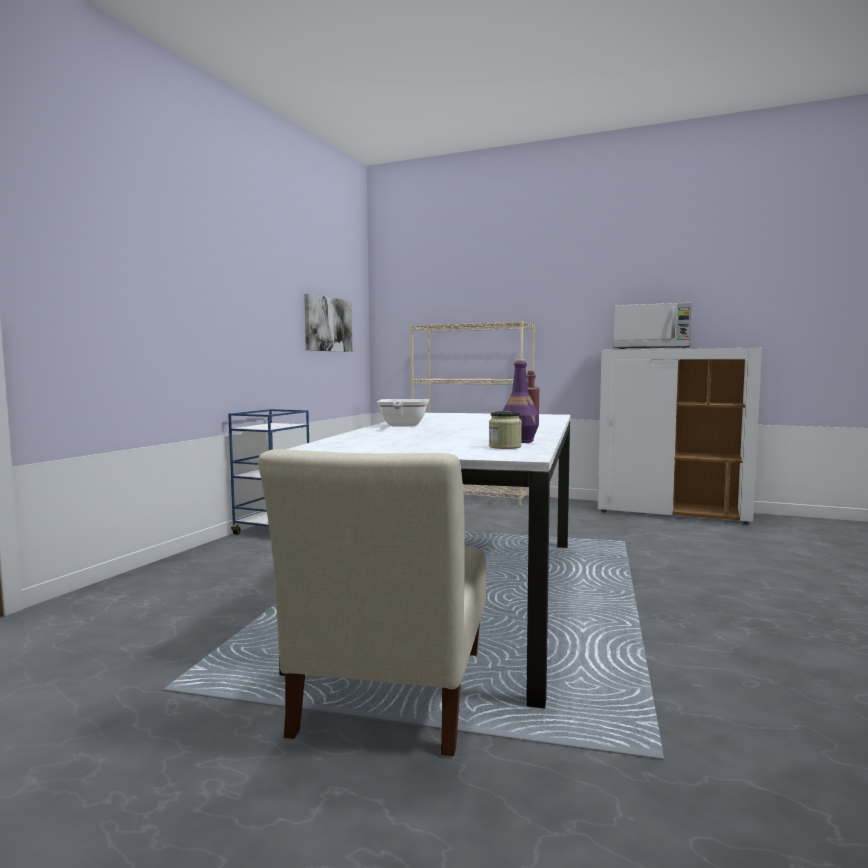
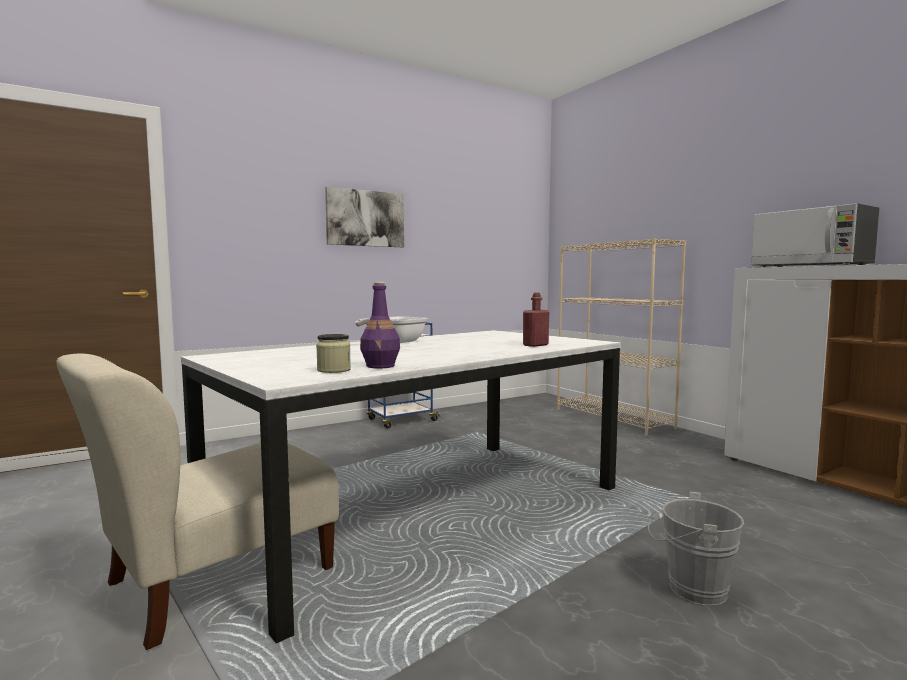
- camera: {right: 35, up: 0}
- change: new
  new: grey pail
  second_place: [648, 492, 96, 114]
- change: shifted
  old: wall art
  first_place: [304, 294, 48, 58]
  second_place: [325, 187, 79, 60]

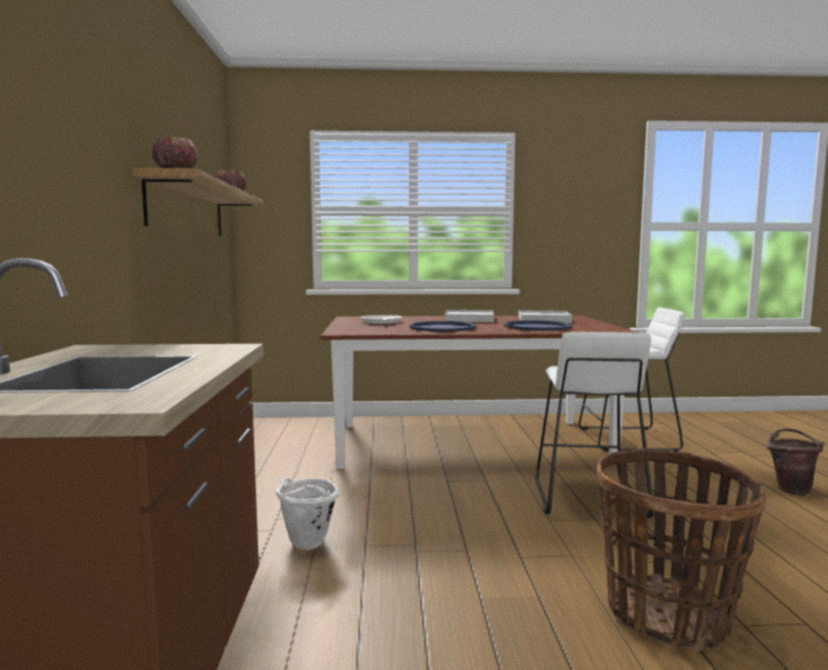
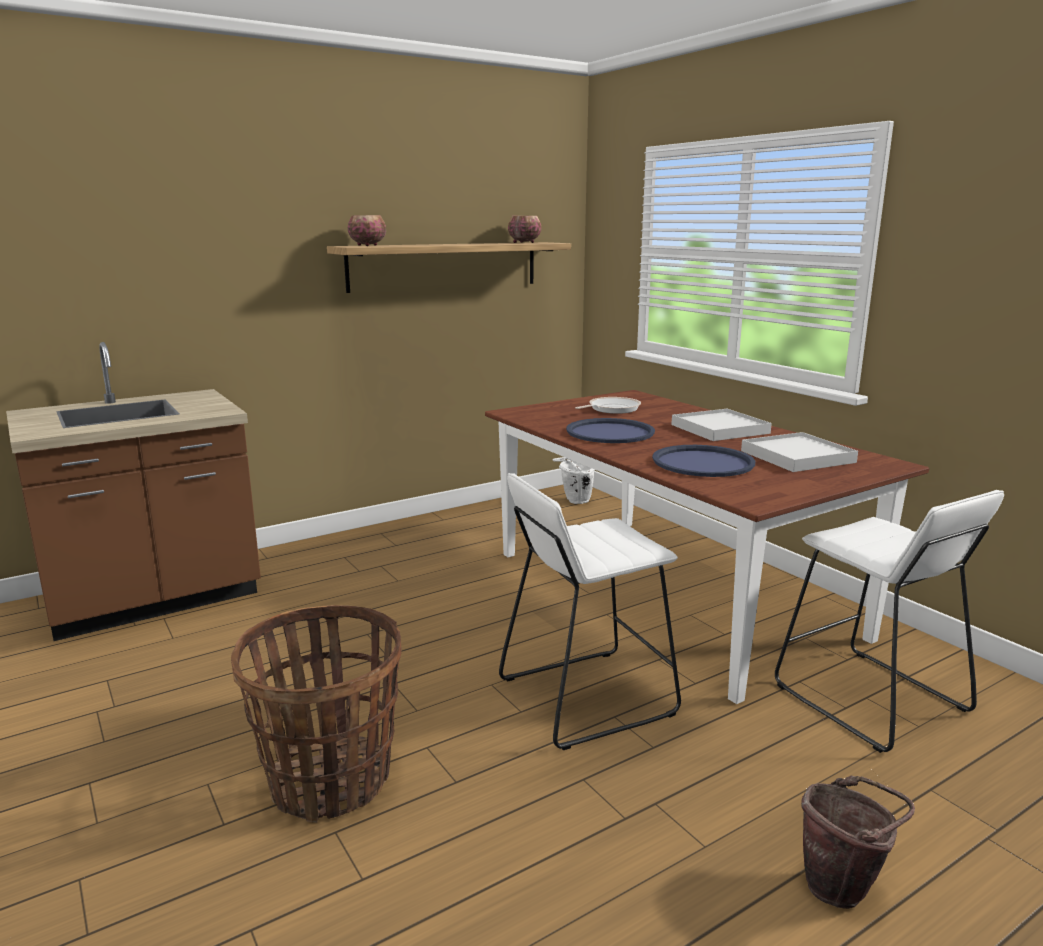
- camera: {right: 60, up: 10}
- change: shifted
  old: whitish pail
  first_place: [275, 478, 65, 72]
  second_place: [552, 457, 43, 47]

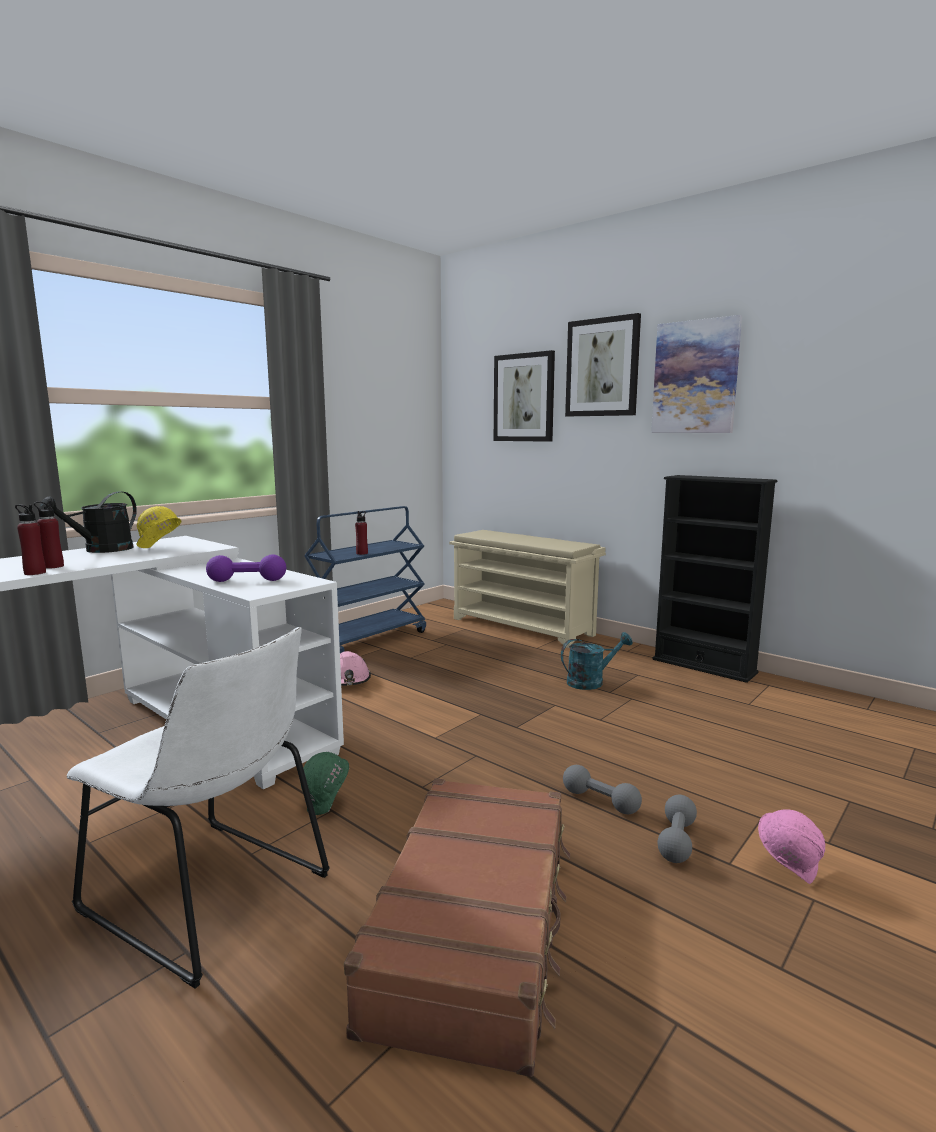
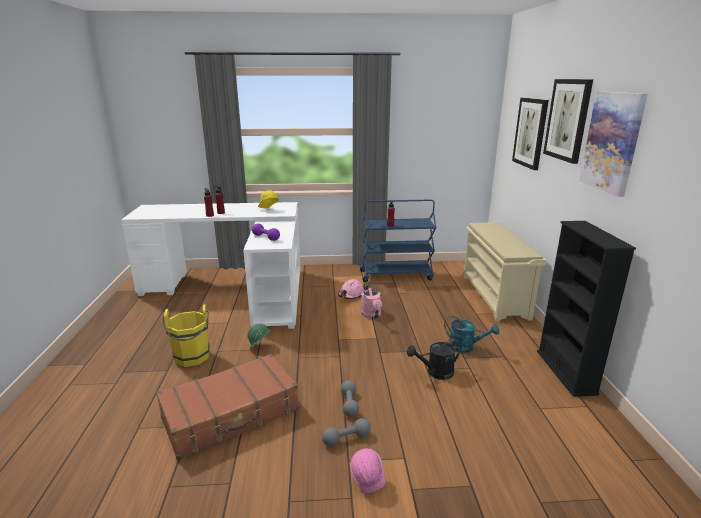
- camera: {right: 45, up: 10}
- change: new
  new: pink-coloured watering pot
  second_place: [361, 284, 21, 35]
- change: shifted
  old: blackish watering pot
  first_place: [39, 491, 98, 62]
  second_place: [407, 339, 54, 41]
- change: swapped
  old: whitish chair
  new: yellow-coloured pail
  first_place: [67, 627, 263, 362]
  second_place: [163, 305, 46, 62]

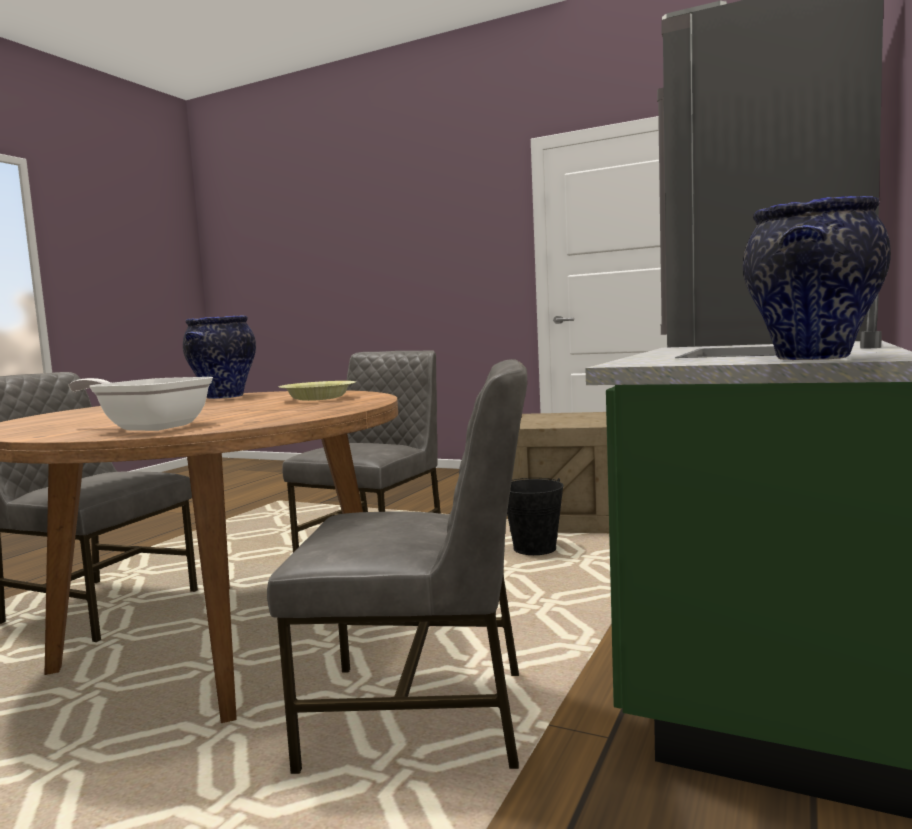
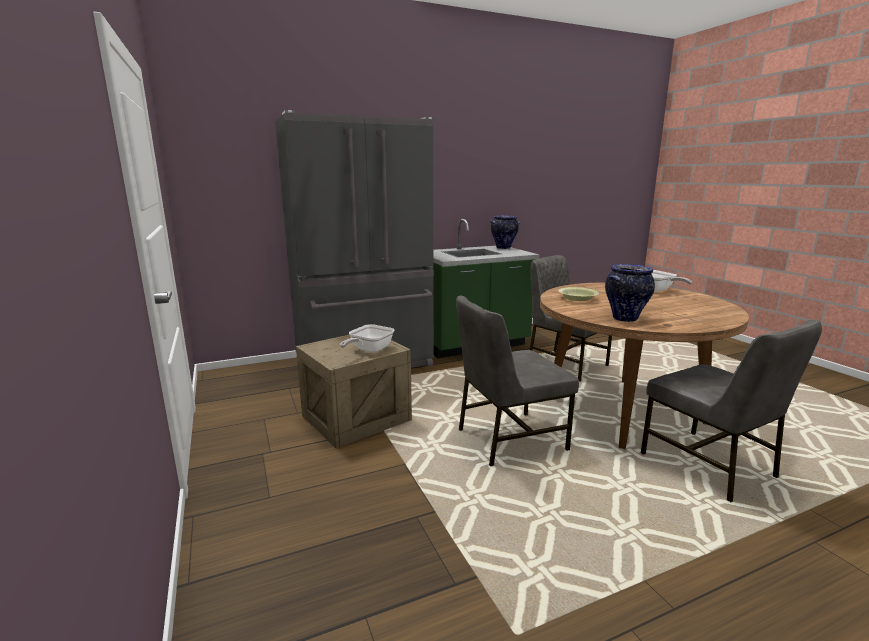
- camera: {right: -140, up: 10}
- change: gone
  old: blackish pail
  first_place: [507, 478, 57, 77]
- change: new
  new: frying pan
  second_place: [340, 324, 55, 29]

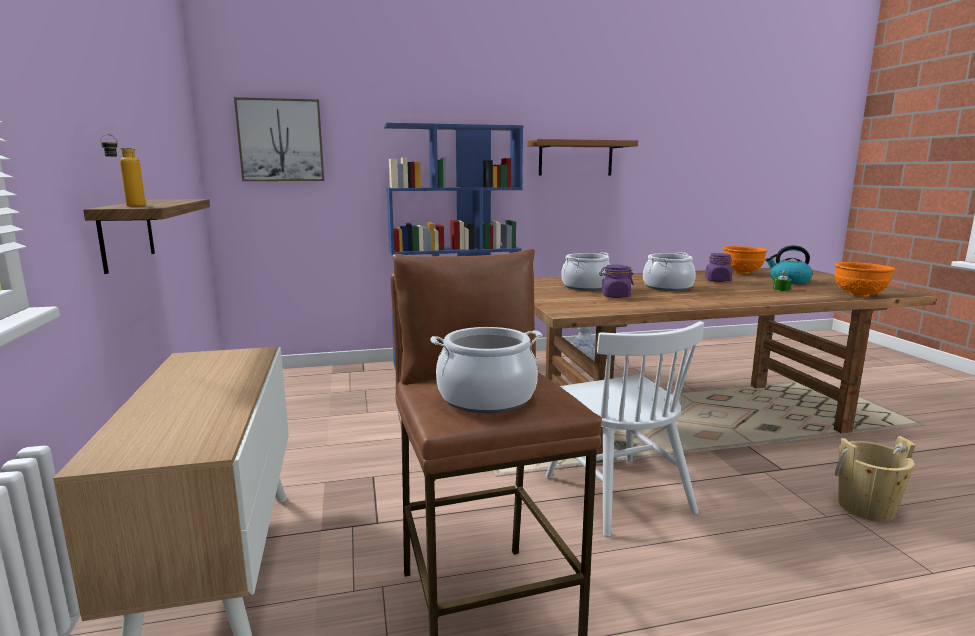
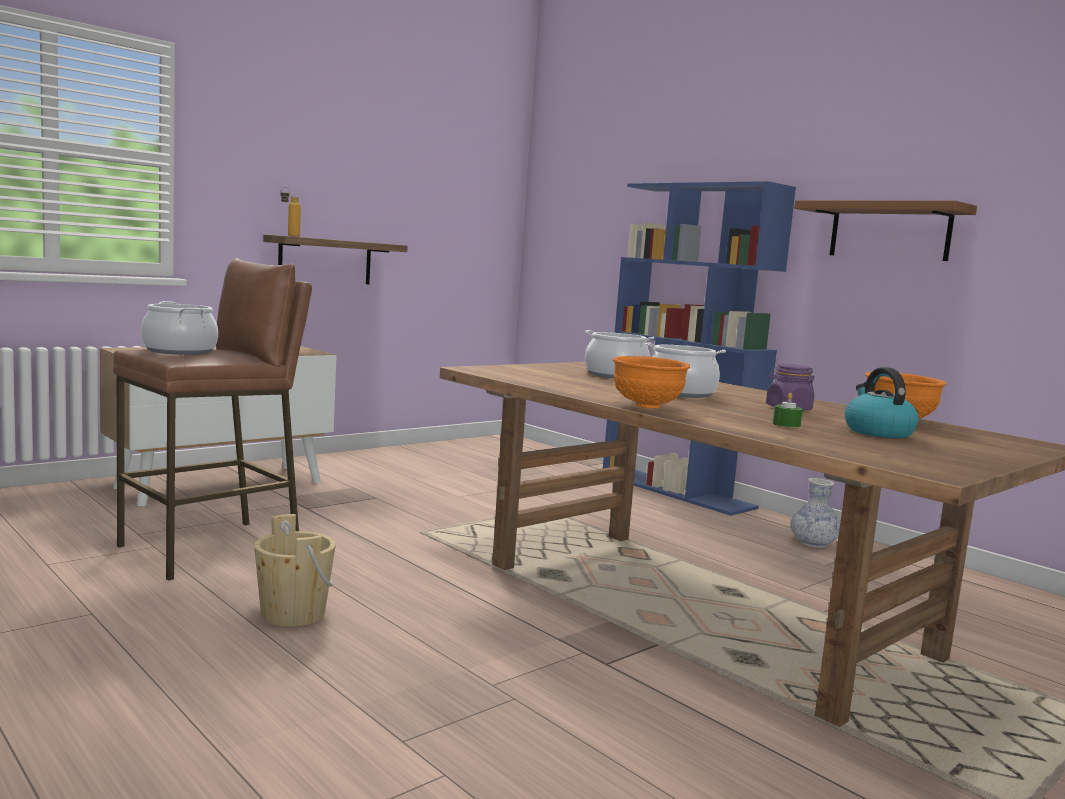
- camera: {right: 60, up: -5}
- change: gone
  old: wall art
  first_place: [234, 97, 90, 84]
- change: gone
  old: whitish chair
  first_place: [546, 321, 158, 216]
- change: gone
  old: purple-coloured storage jar
  first_place: [599, 265, 35, 33]
- change: shifted
  old: orangey bowl
  first_place: [835, 262, 60, 35]
  second_place: [613, 356, 77, 52]
- change: shifted
  old: sand-coloured pail
  first_place: [835, 436, 81, 86]
  second_place: [254, 514, 82, 113]

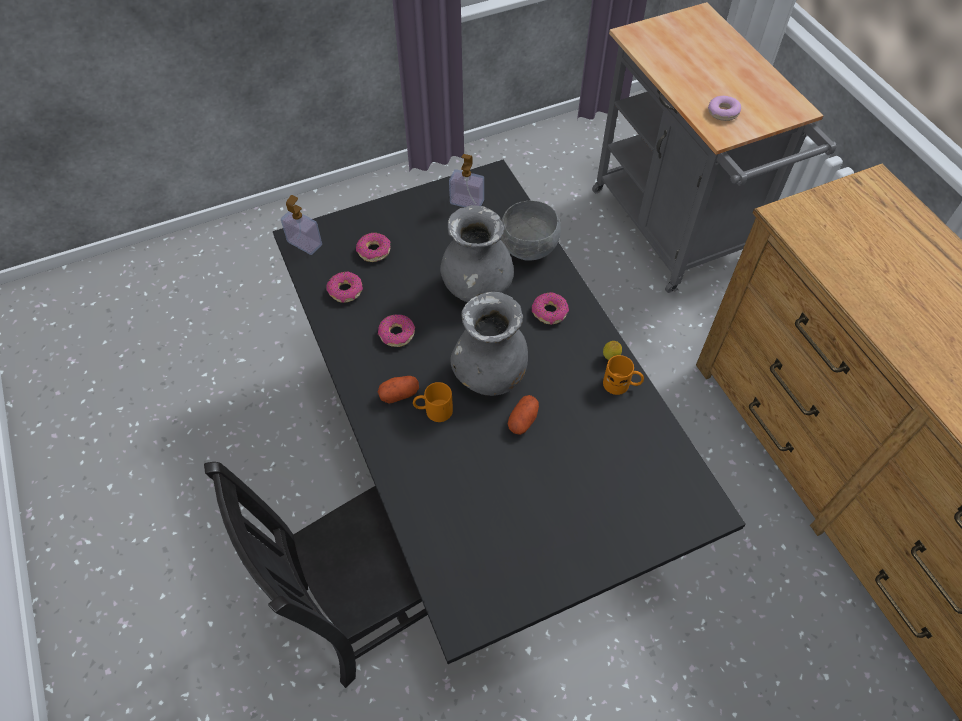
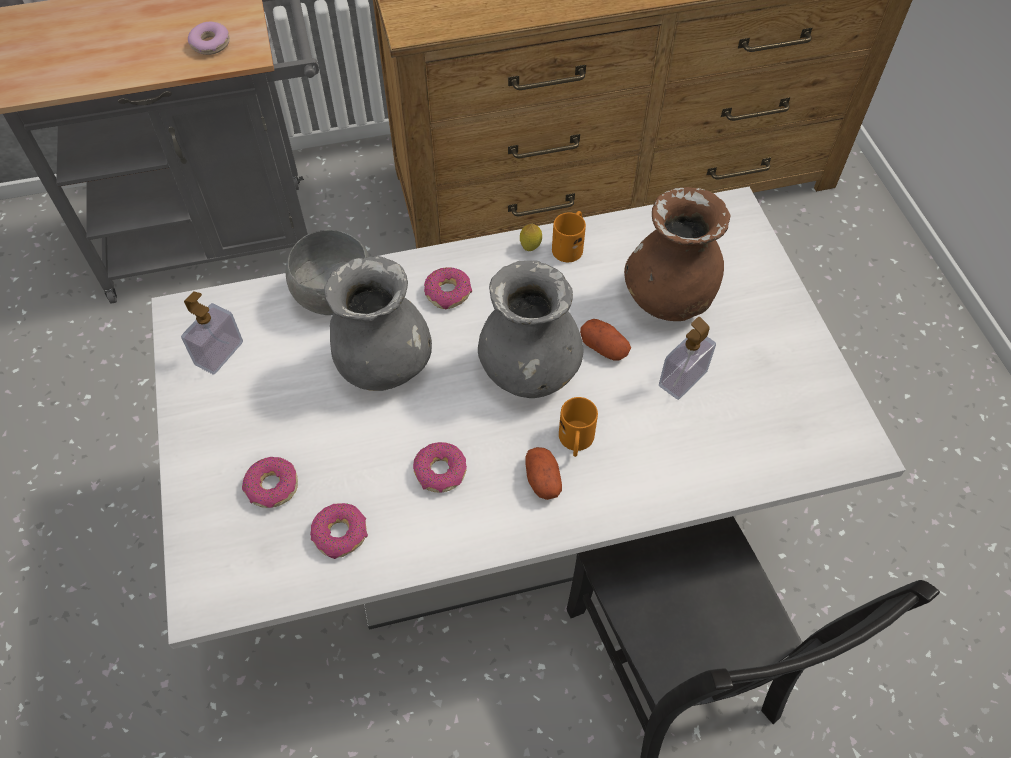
- camera: {right: -80, up: 0}
- change: new
  new: brownish vase
  second_place: [624, 187, 106, 134]
- change: shifted
  old: soap dispenser
  first_place: [281, 195, 41, 60]
  second_place: [659, 317, 57, 83]
- change: repainted
  old: blackish dinner table
  new: whitish dinner table
  first_place: [273, 160, 473, 504]
  second_place: [151, 187, 755, 462]

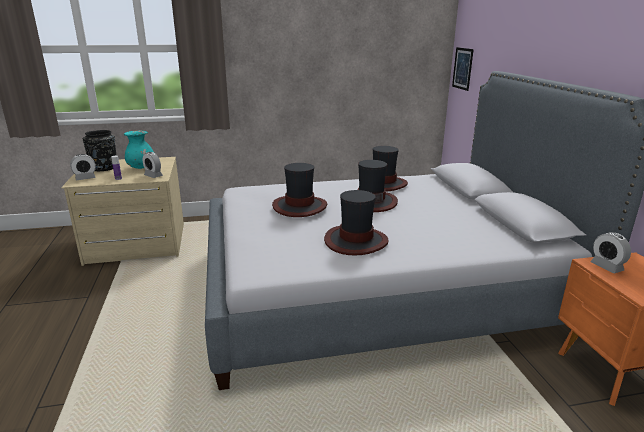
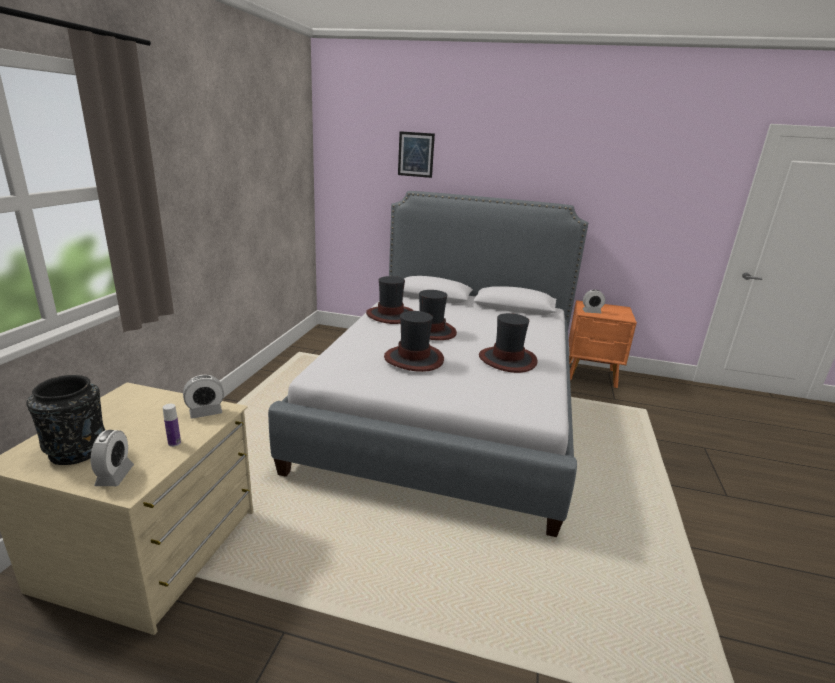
- camera: {right: -65, up: 0}
- change: gone
  old: turquoise-coloured vase
  first_place: [124, 130, 30, 39]
- change: shifted
  old: wall art
  first_place: [452, 47, 22, 44]
  second_place: [398, 131, 37, 47]

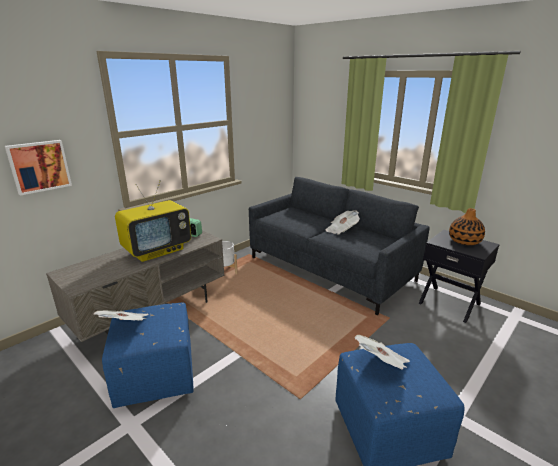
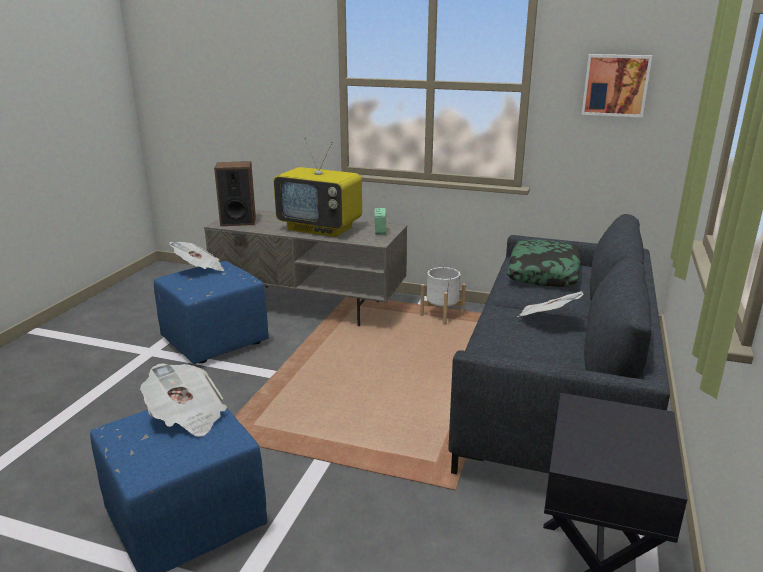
- camera: {right: 65, up: 0}
- change: gone
  old: vase
  first_place: [449, 208, 36, 37]
- change: new
  new: loudspeaker
  second_place: [214, 161, 42, 65]
- change: new
  new: pillow
  second_place: [506, 239, 75, 48]
- change: shifted
  old: wall art
  first_place: [5, 140, 67, 56]
  second_place: [581, 54, 71, 64]

